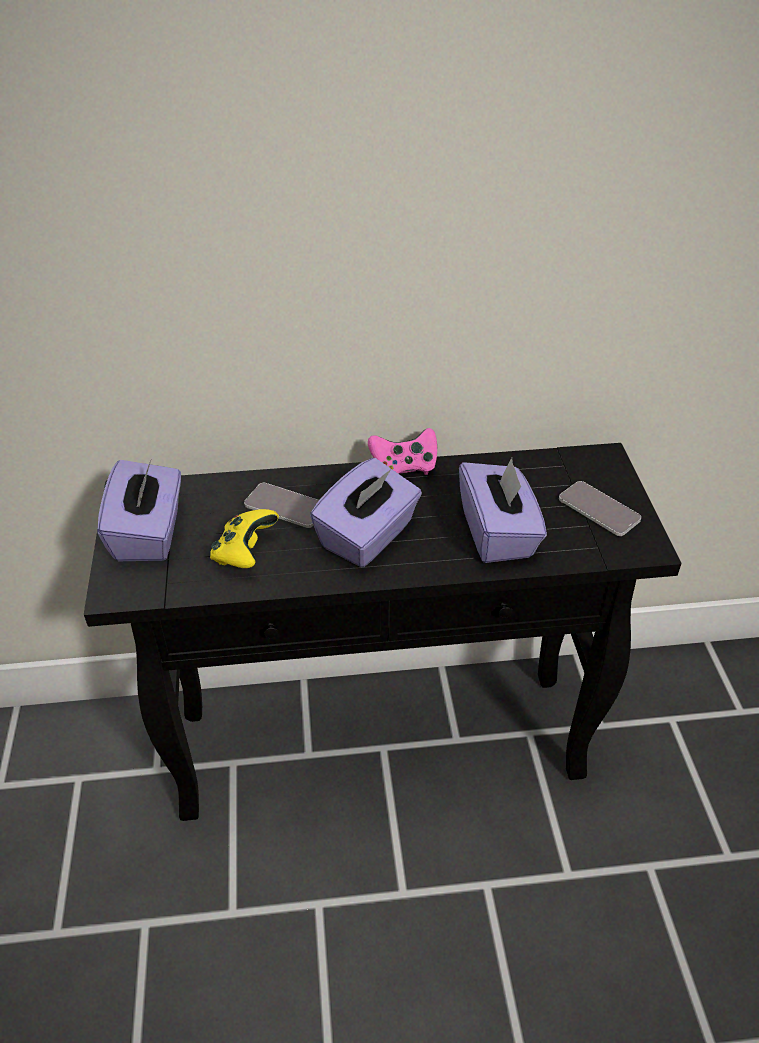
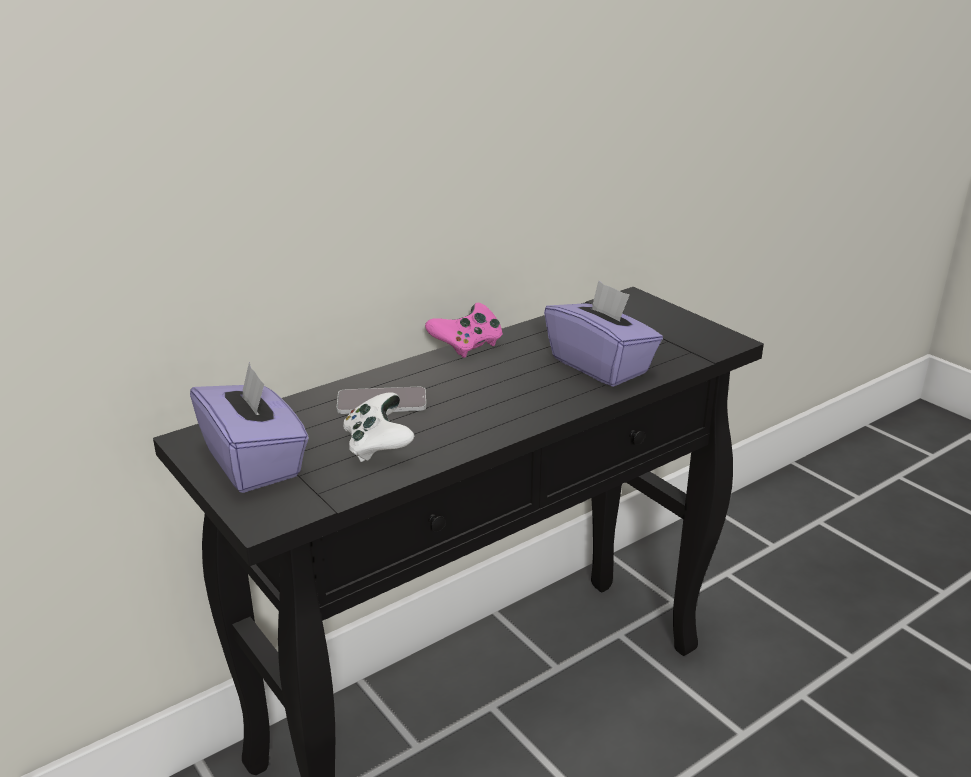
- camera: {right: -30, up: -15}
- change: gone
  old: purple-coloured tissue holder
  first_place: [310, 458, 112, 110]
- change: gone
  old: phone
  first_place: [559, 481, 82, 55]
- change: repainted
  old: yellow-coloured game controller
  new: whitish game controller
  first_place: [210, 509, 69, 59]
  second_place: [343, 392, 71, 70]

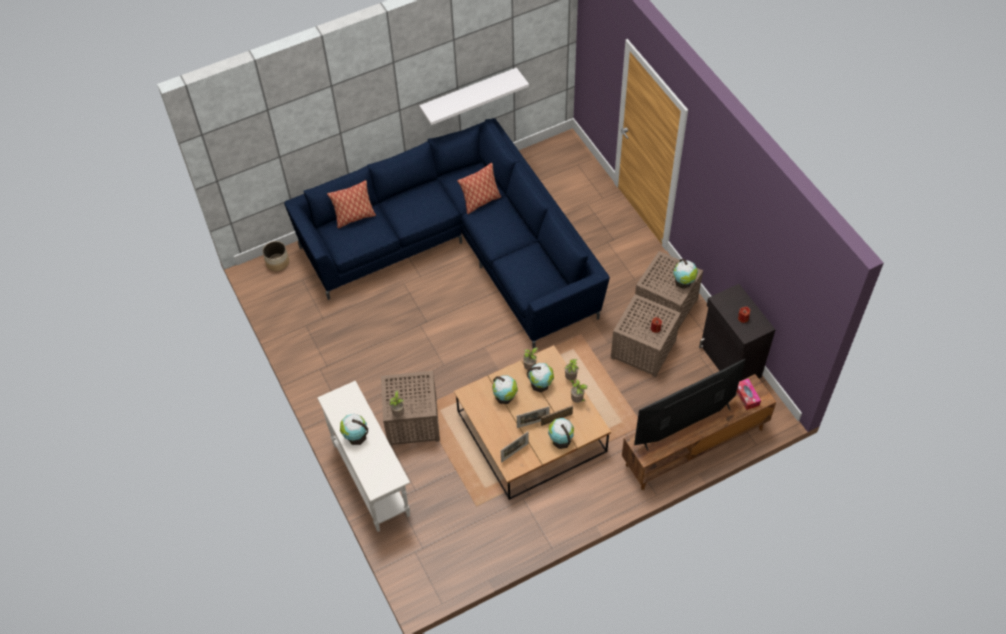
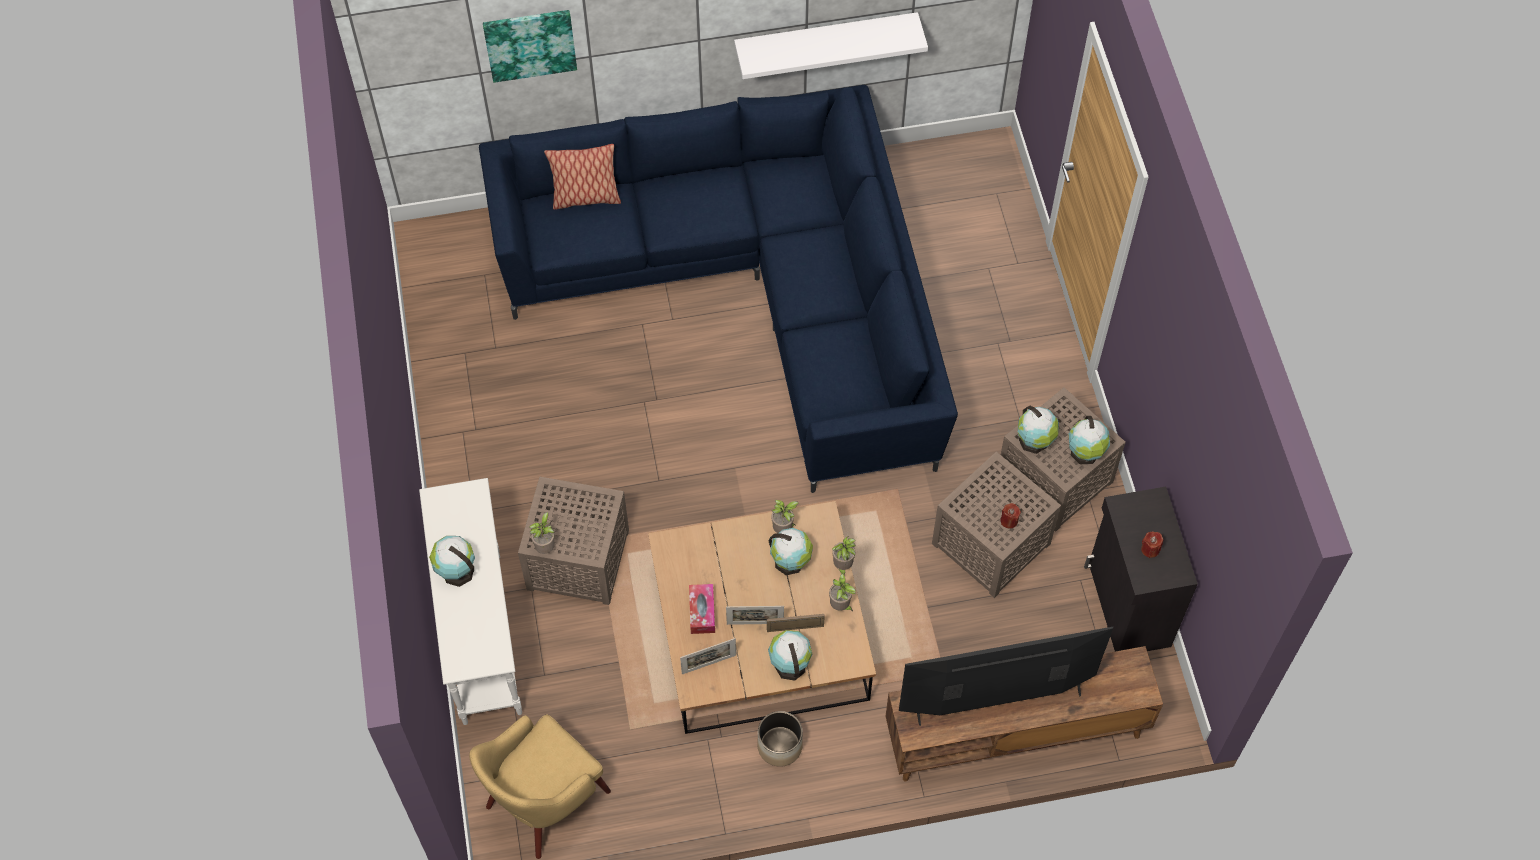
- camera: {right: 15, up: 5}
- change: gone
  old: pillow
  first_place: [457, 163, 44, 51]
- change: new
  new: yellow-coloured lounge chair
  second_place: [469, 714, 142, 145]
- change: new
  new: wall art
  second_place: [483, 10, 94, 73]
- change: shifted
  old: plant pot
  first_place: [263, 241, 26, 30]
  second_place: [757, 711, 46, 56]
- change: shifted
  old: desk globe
  first_place: [492, 375, 26, 29]
  second_place: [1018, 406, 41, 48]
- change: shifted
  old: tissue holder
  first_place: [737, 378, 24, 32]
  second_place: [689, 584, 26, 50]

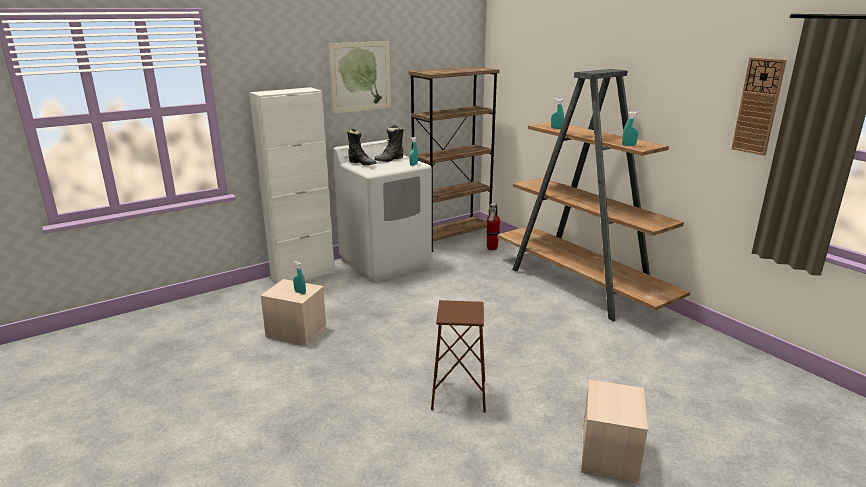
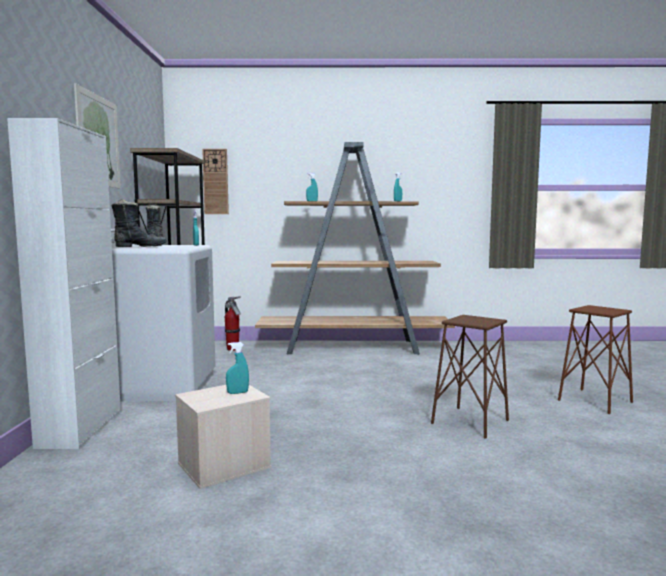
- camera: {right: -55, up: -15}
- change: shifted
  old: clock on the wall
  first_place: [732, 57, 55, 99]
  second_place: [202, 149, 27, 65]
- change: swapped
  old: sand-coloured storage bin
  new: brownish stool
  first_place: [581, 380, 67, 103]
  second_place: [558, 305, 75, 109]

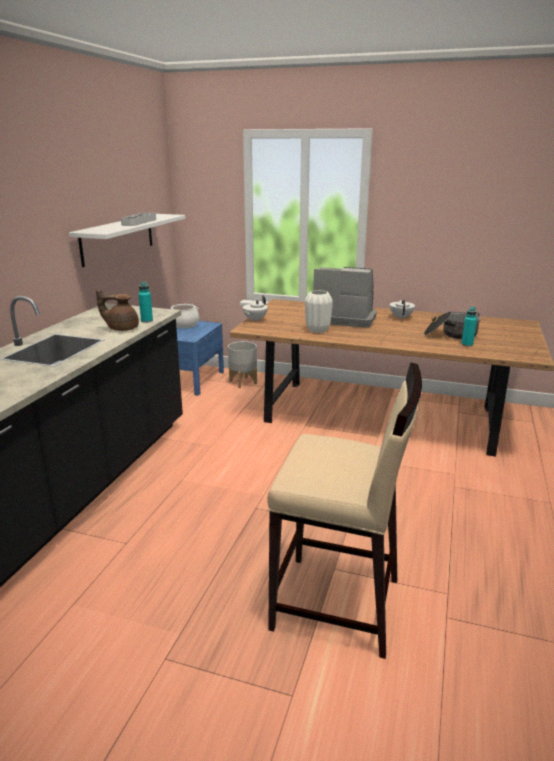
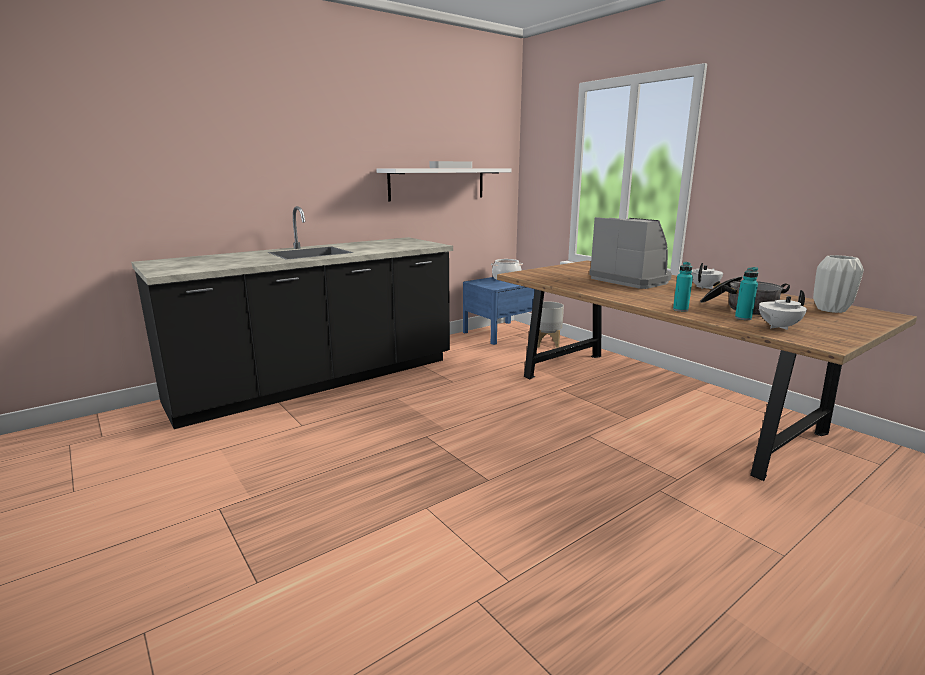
- camera: {right: 35, up: -5}
- change: gone
  old: brownish pot for tea
  first_place: [96, 289, 43, 42]
- change: gone
  old: sand-coloured stool
  first_place: [267, 362, 155, 297]
- change: shifted
  old: turquoise-coloured drink bottle
  first_place: [139, 282, 14, 41]
  second_place: [673, 262, 20, 50]
- change: shifted
  old: whitish pot for tea
  first_place: [242, 295, 26, 27]
  second_place: [758, 290, 49, 40]
- change: shifted
  old: whitish vase
  first_place: [305, 290, 28, 43]
  second_place: [813, 255, 51, 58]

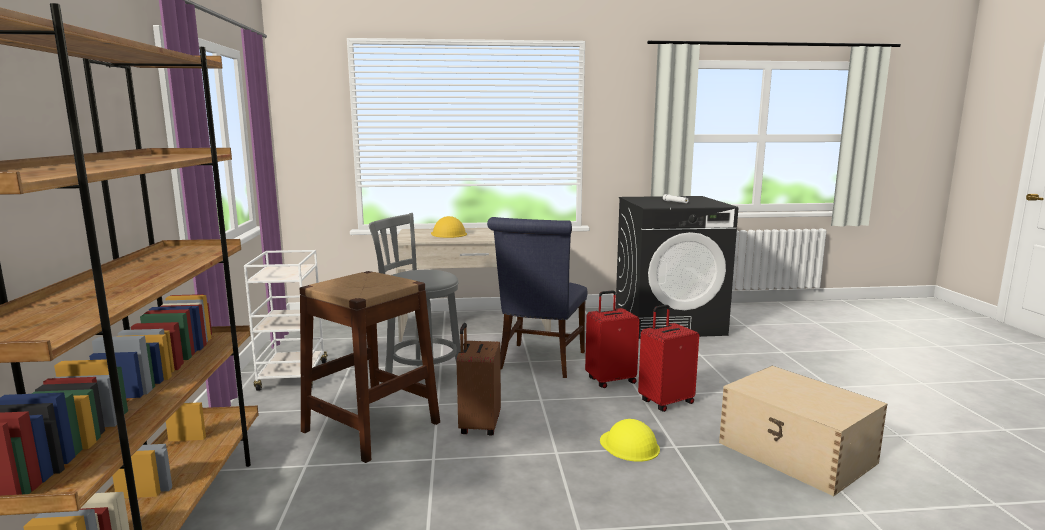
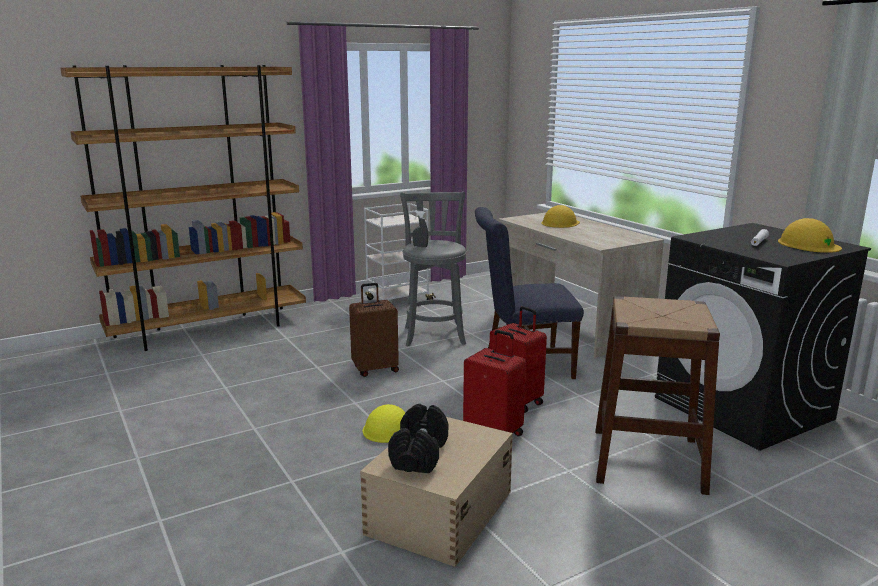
- camera: {right: 65, up: 5}
- change: new
  new: blackish free weight
  second_place: [388, 404, 60, 69]
- change: new
  new: grey spray bottle
  second_place: [413, 210, 15, 37]
- change: new
  new: yellow-coloured hard hat
  second_place: [778, 218, 64, 35]
- change: shifted
  old: brownish stool
  first_place: [299, 271, 141, 192]
  second_place: [595, 296, 125, 199]

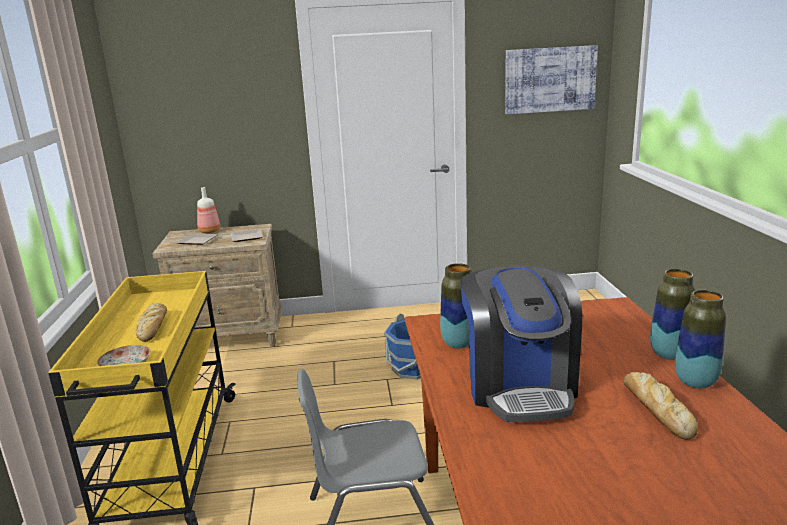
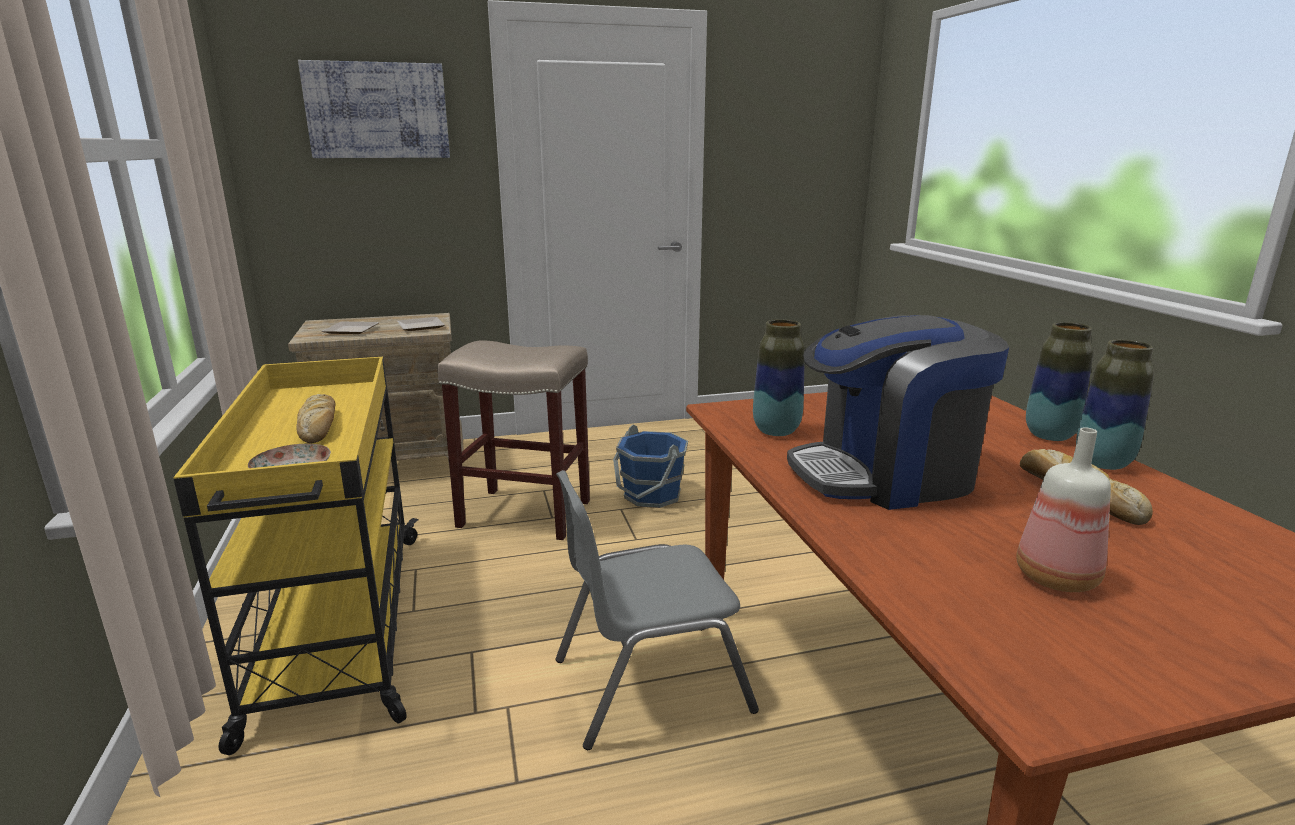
- camera: {right: -10, up: 0}
- change: new
  new: sand-coloured stool
  second_place: [438, 340, 152, 200]
- change: shifted
  old: drink bottle
  first_place: [197, 187, 23, 46]
  second_place: [1016, 427, 95, 165]
- change: shifted
  old: wall art
  first_place: [505, 45, 93, 69]
  second_place: [298, 60, 152, 98]
- change: rotated
  old: coffee maker
  first_place: [460, 265, 122, 157]
  second_place: [787, 315, 222, 195]
  degrees: 90

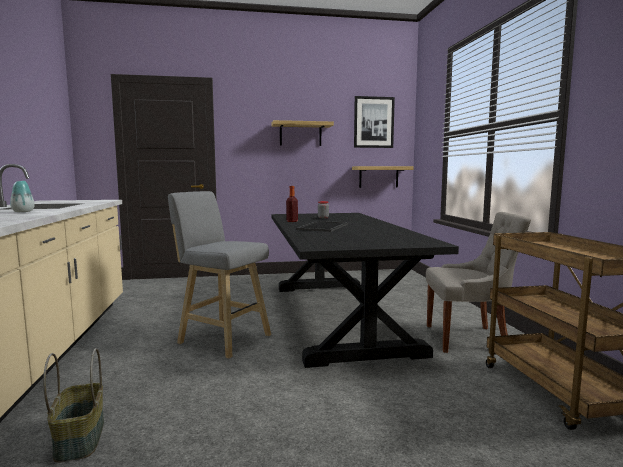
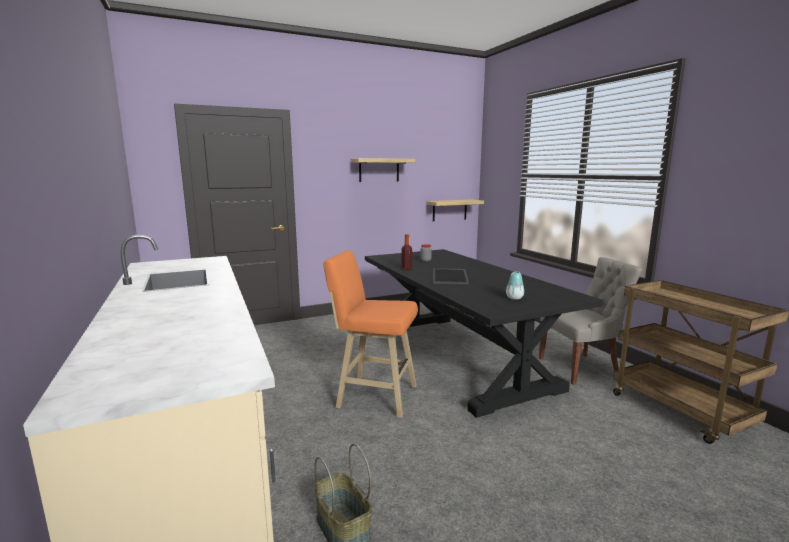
- camera: {right: -15, up: 5}
- change: gone
  old: wall art
  first_place: [354, 96, 41, 52]
- change: shifted
  old: vase
  first_place: [10, 181, 25, 31]
  second_place: [506, 271, 18, 29]
- change: repainted
  old: grey stool
  new: orangey stool
  first_place: [168, 191, 103, 168]
  second_place: [323, 250, 95, 168]

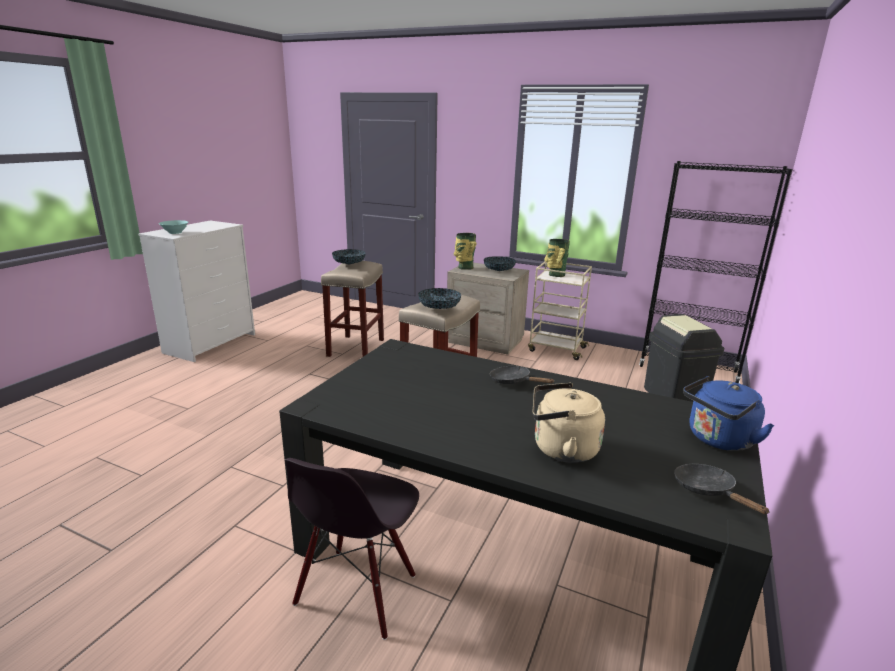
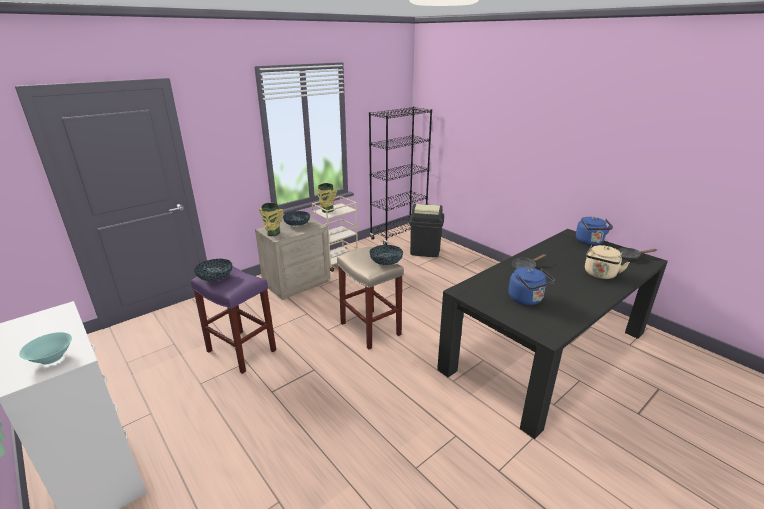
- camera: {right: -65, up: 5}
- change: gone
  old: blackish chair
  first_place: [284, 458, 135, 182]
- change: new
  new: blue-coloured kettle
  second_place: [508, 267, 47, 38]
- change: repainted
  old: sand-coloured stool
  new: purple-coloured stool
  first_place: [321, 261, 63, 96]
  second_place: [191, 266, 85, 108]

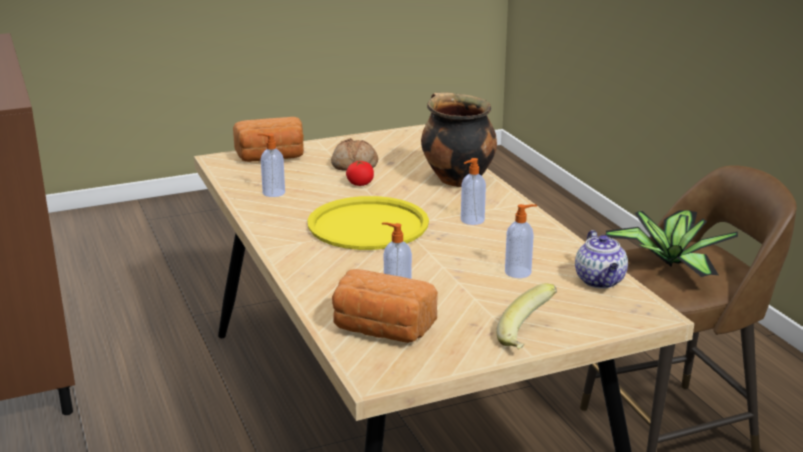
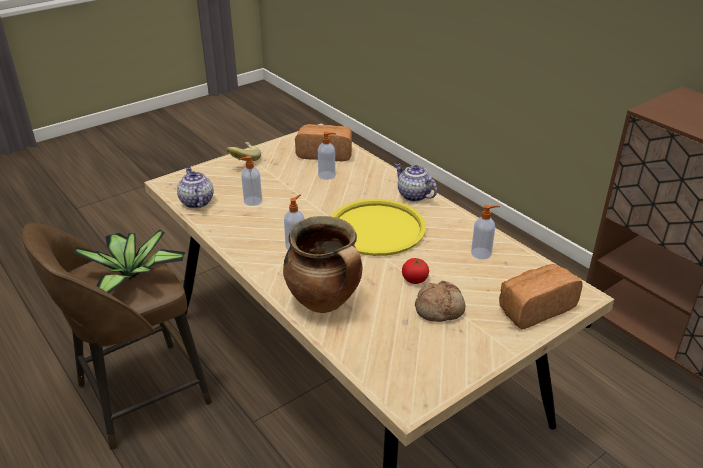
- camera: {right: 165, up: 10}
- change: new
  new: pot for tea
  second_place: [395, 163, 42, 39]

